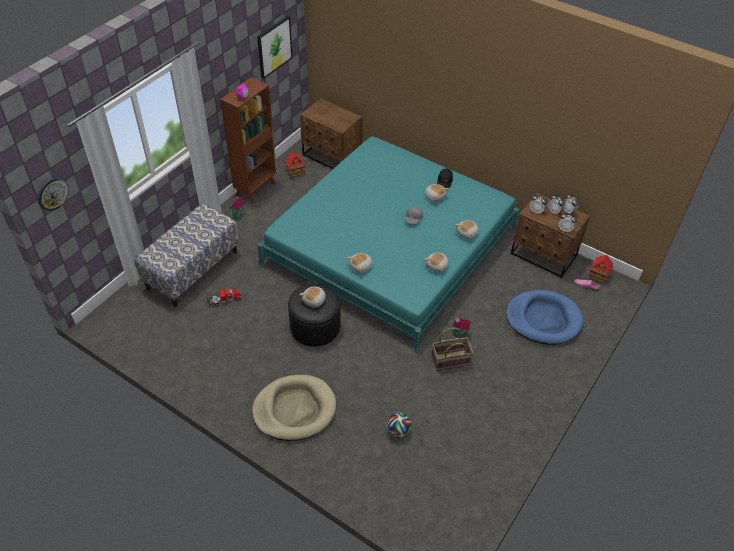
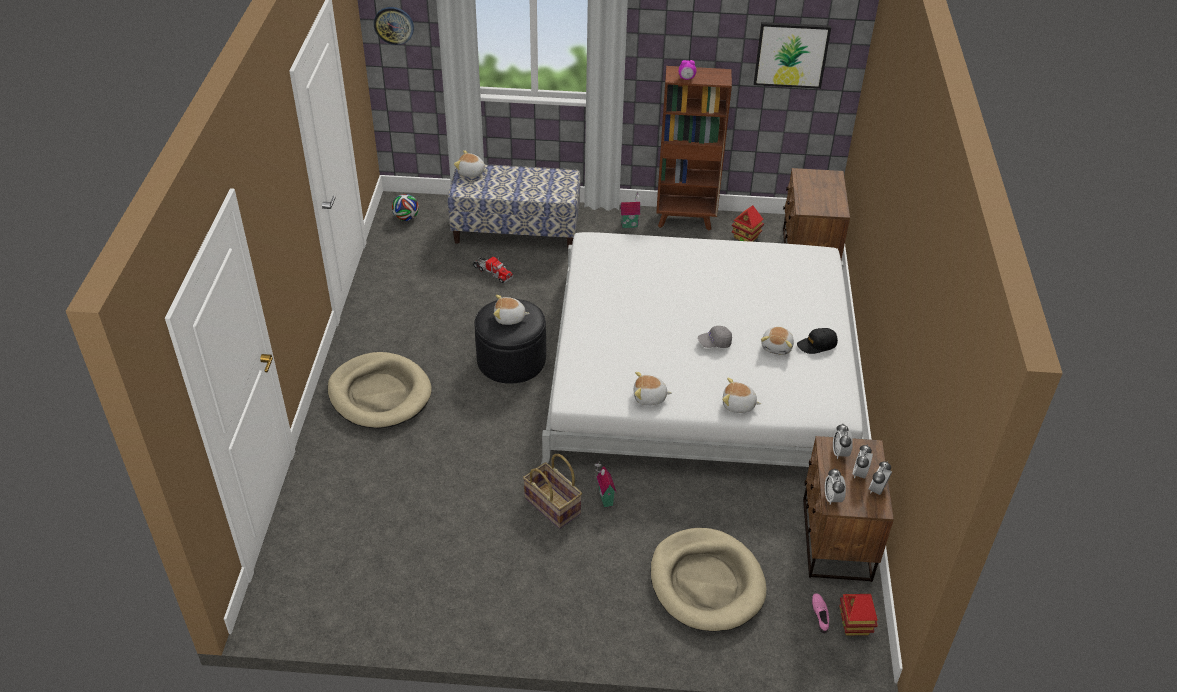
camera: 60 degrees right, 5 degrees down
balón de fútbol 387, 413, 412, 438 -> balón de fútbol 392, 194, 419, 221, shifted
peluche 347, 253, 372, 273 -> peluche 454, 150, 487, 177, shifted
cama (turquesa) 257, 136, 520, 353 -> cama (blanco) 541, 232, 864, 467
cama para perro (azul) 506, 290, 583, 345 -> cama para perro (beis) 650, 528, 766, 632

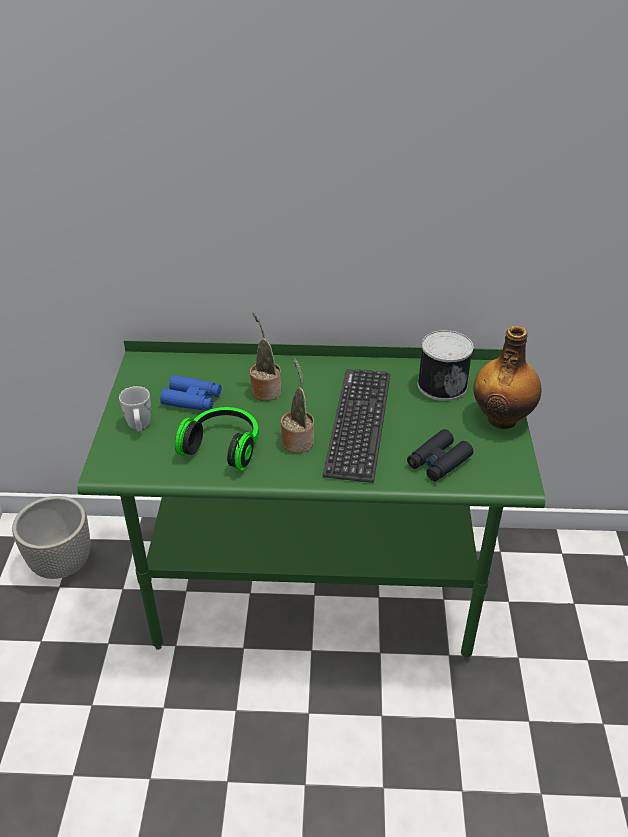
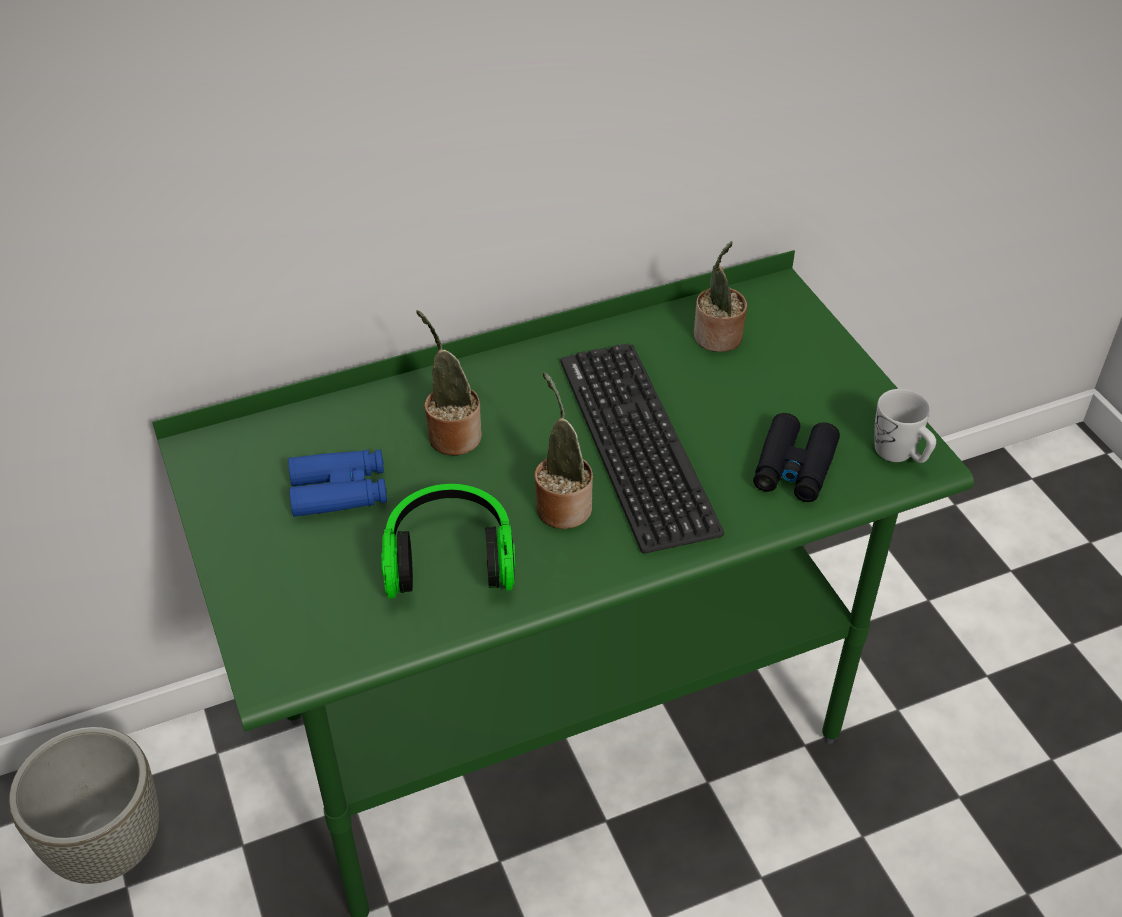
camera: 25 degrees left, 5 degrees up
lata 418, 330, 473, 401 -> planta en maceta 694, 241, 747, 352
taza grande (blanco) 119, 386, 151, 431 -> taza grande (blanco) 874, 389, 936, 463, shifted
botella 474, 326, 542, 429 -> none

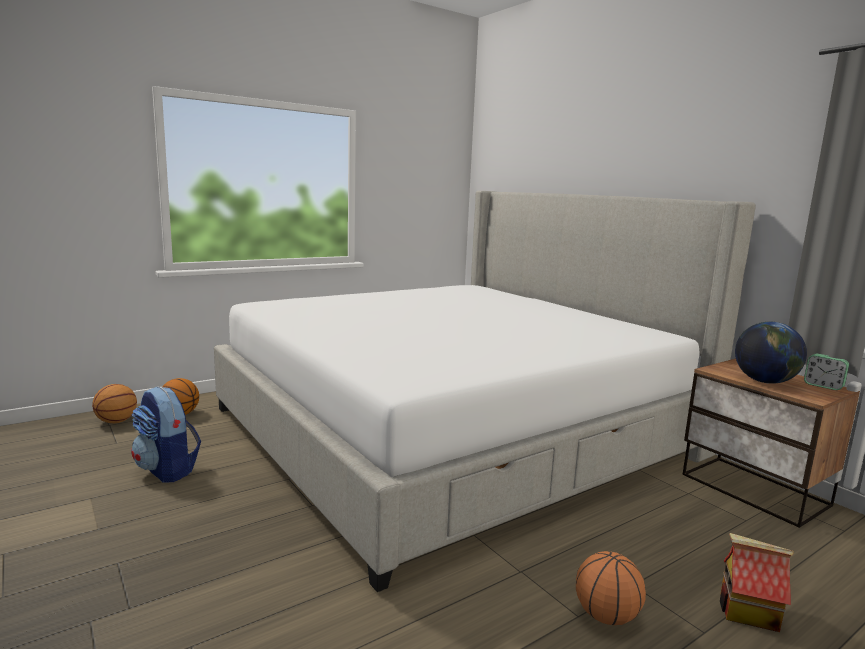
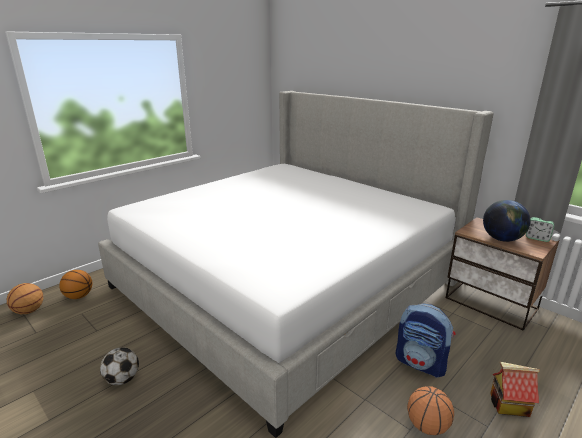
camera: 10 degrees left, 10 degrees up
none -> balón de fútbol 100, 347, 139, 385
mochila 131, 386, 201, 483 -> mochila 395, 304, 455, 377, shifted

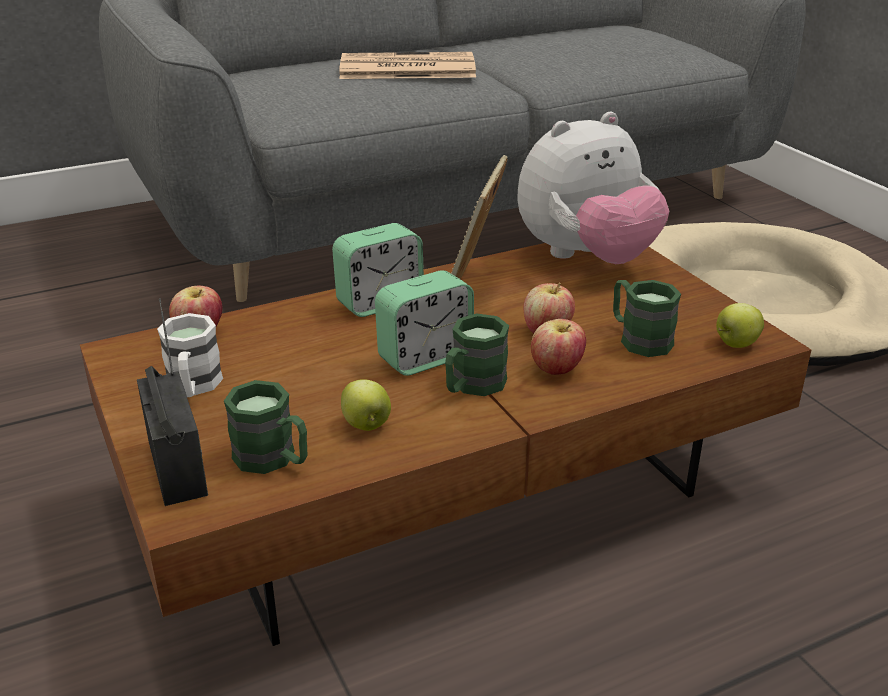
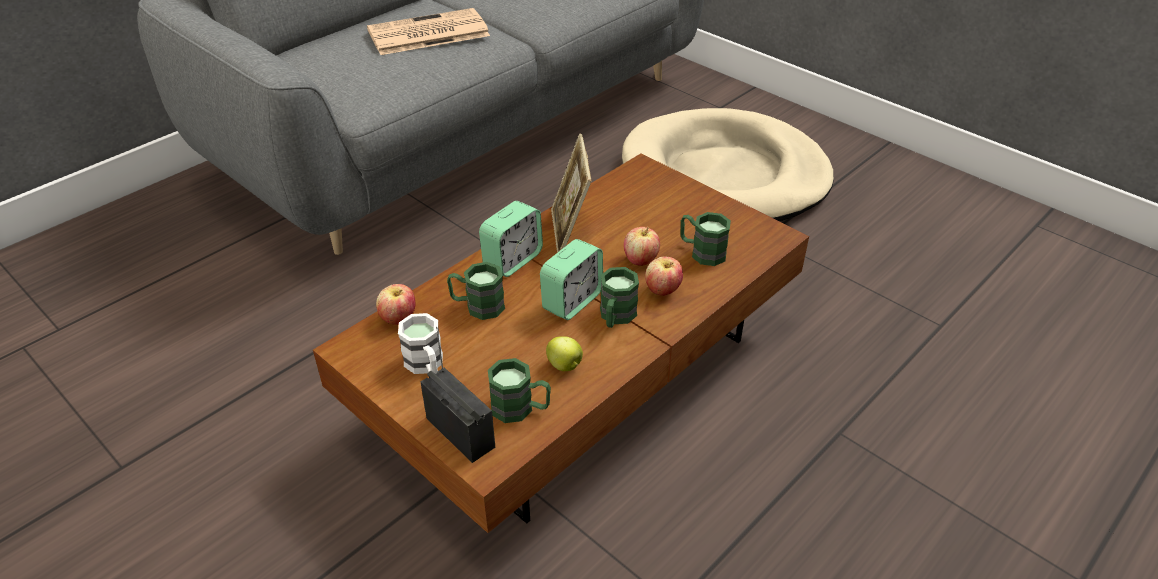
camera: 20 degrees left, 10 degrees up
none -> taza grande (verde) 447, 262, 505, 320
peluche 517, 112, 669, 264 -> none
manzana 716, 303, 764, 348 -> none

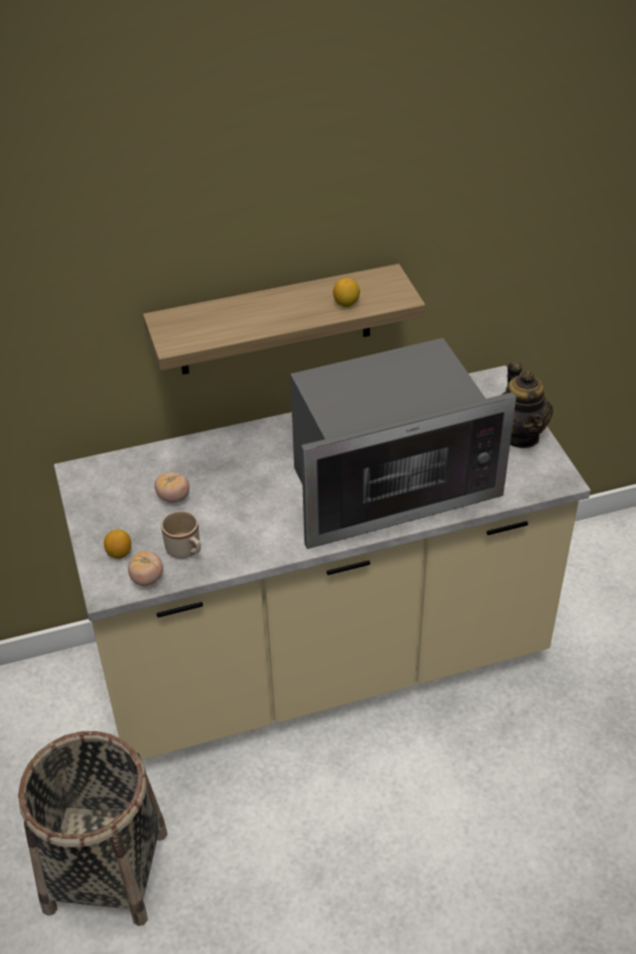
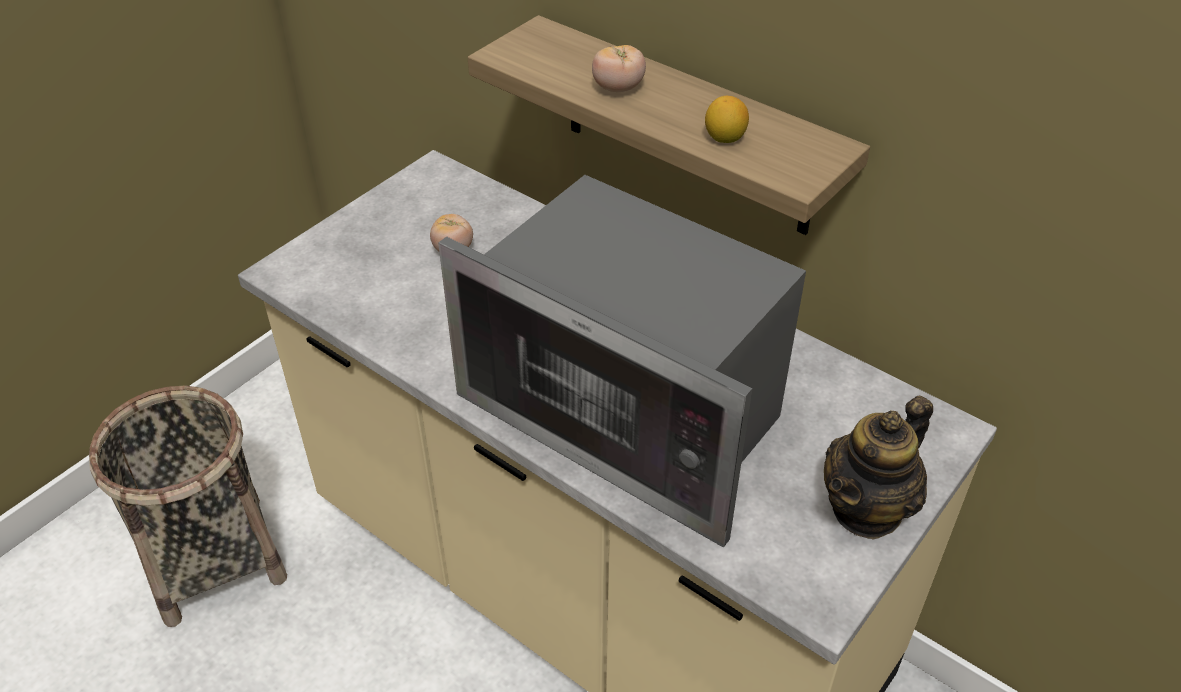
camera: 55 degrees right, 0 degrees up
tomate 128, 551, 163, 586 -> tomate 592, 45, 646, 92, shifted
limón 104, 529, 131, 559 -> none
taza grande (beis) 161, 511, 201, 559 -> none

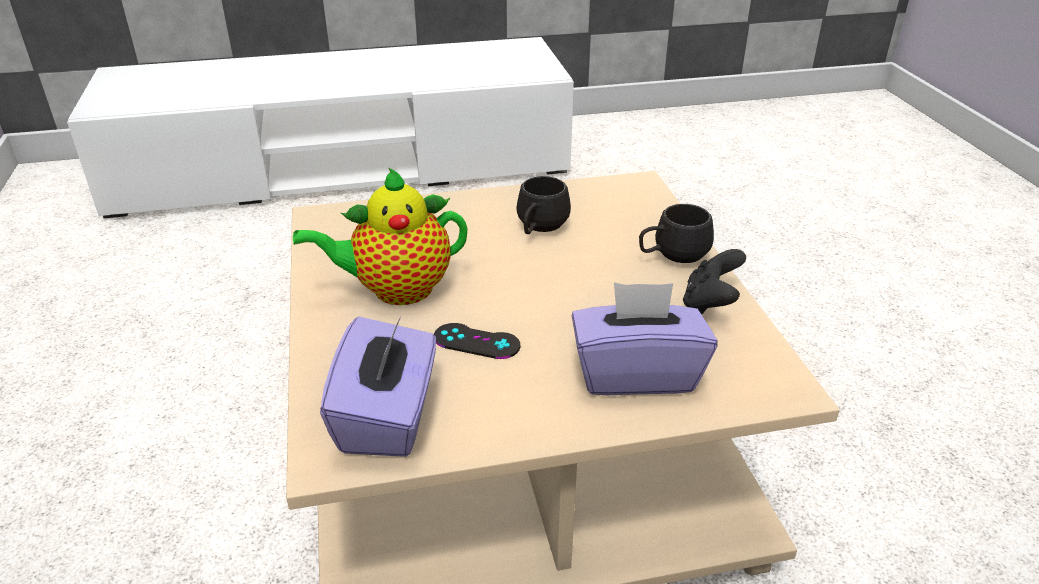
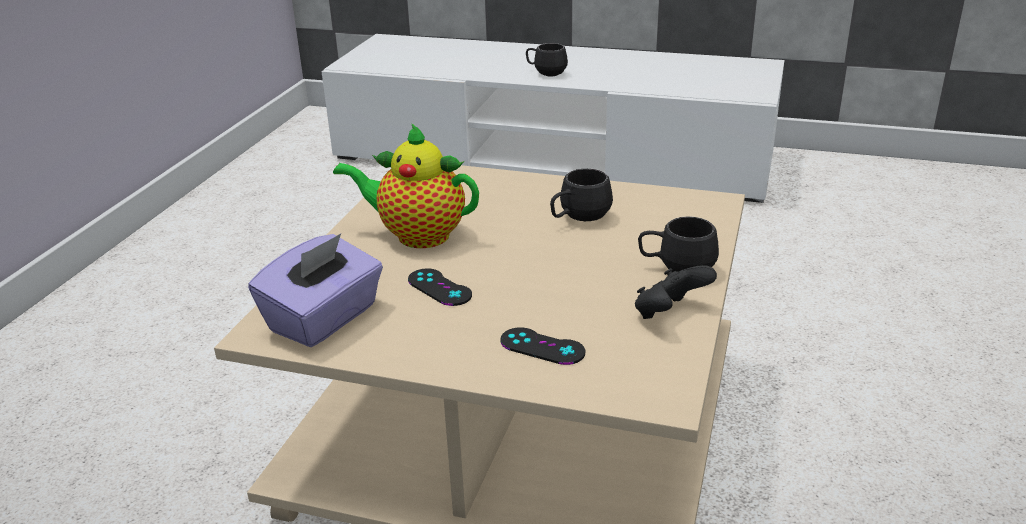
camera: 30 degrees right, 5 degrees down
caja de pañuelos (morado) 572, 282, 717, 395 -> mando de consola (negro) 500, 327, 585, 365
none -> taza grande (negro) 526, 43, 568, 77

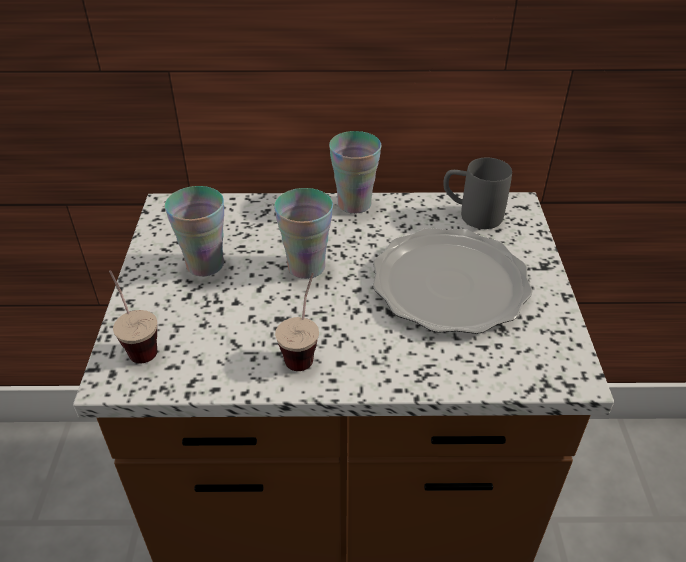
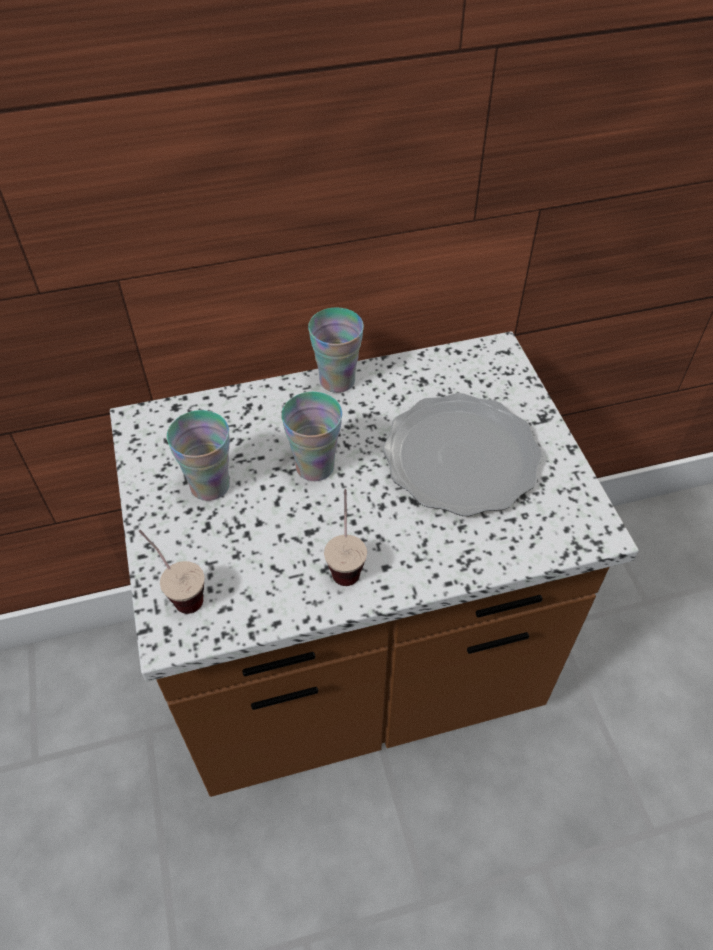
camera: 15 degrees left, 10 degrees up
taza grande (gris) 443, 158, 512, 229 -> none

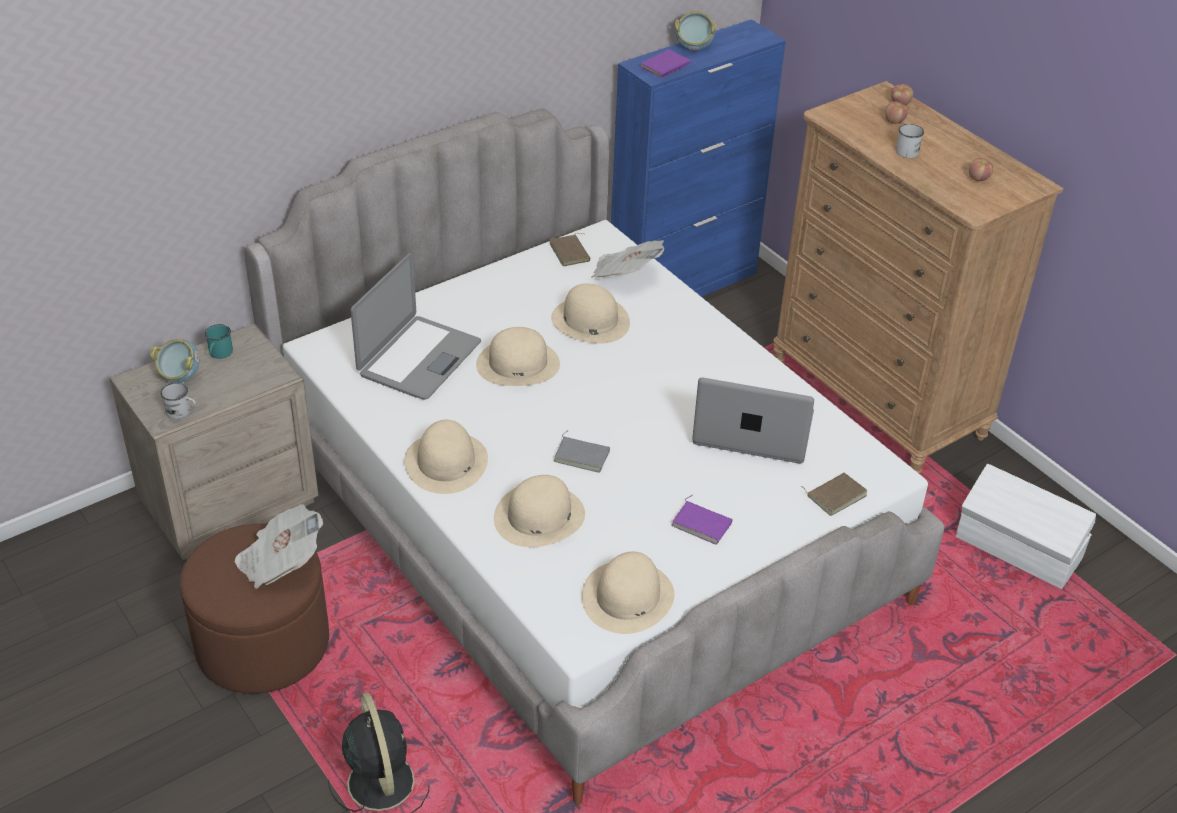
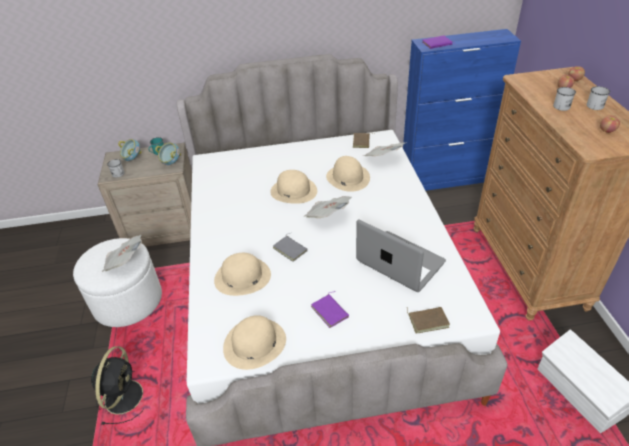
camera: 30 degrees right, 0 degrees up
puf (marrón) 180, 524, 329, 694 -> puf (blanco) 73, 238, 162, 327
cuenco 675, 11, 716, 50 -> cuenco 155, 142, 181, 165, shifted
none -> periódico 304, 196, 352, 218
none -> taza grande (blanco) 587, 86, 610, 110
portátil 351, 253, 481, 400 -> none
sombrero (beis) 404, 420, 488, 494 -> none

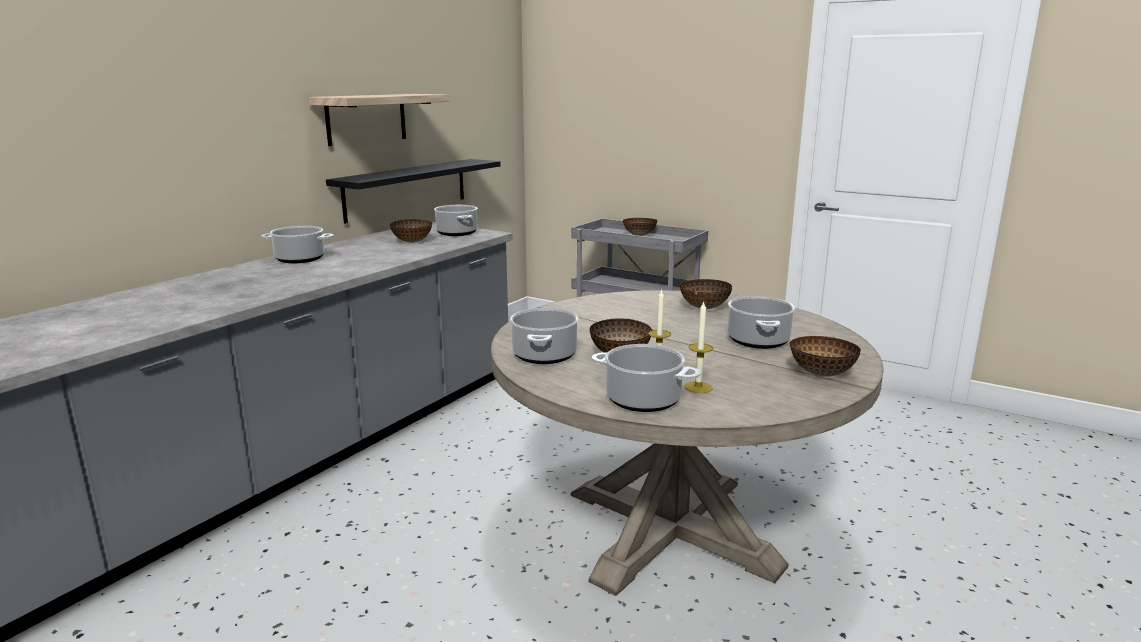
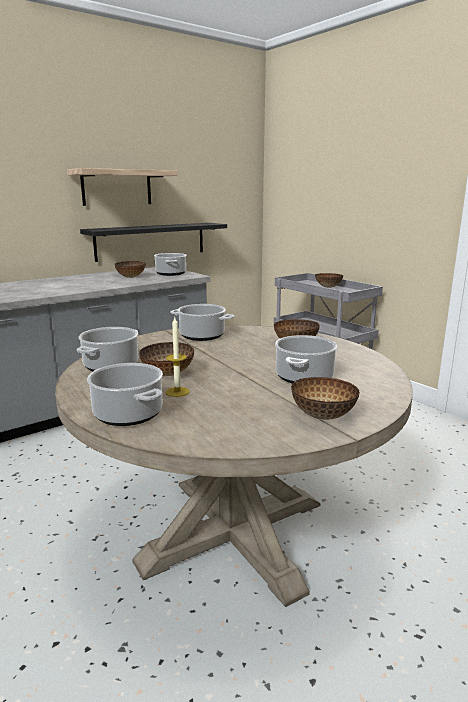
camera: 20 degrees right, 0 degrees up
olla 261, 226, 334, 263 -> olla 170, 304, 234, 341, shifted
vela 684, 301, 713, 393 -> none

